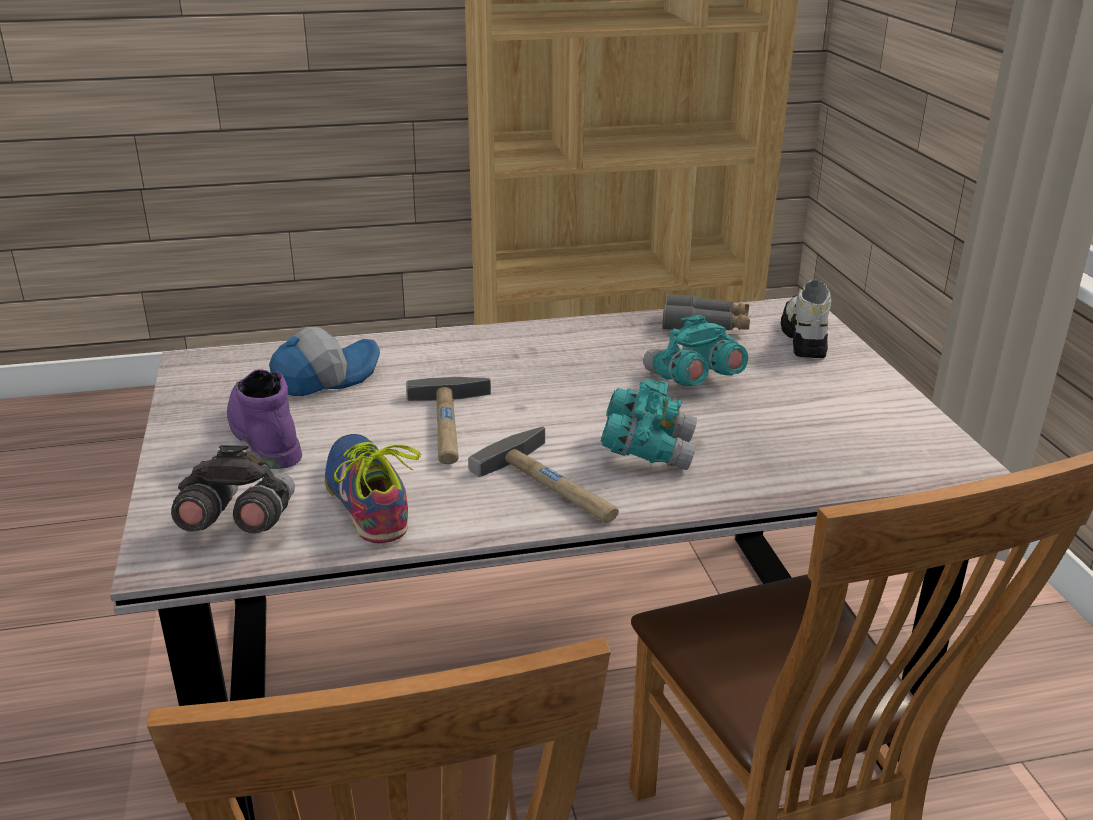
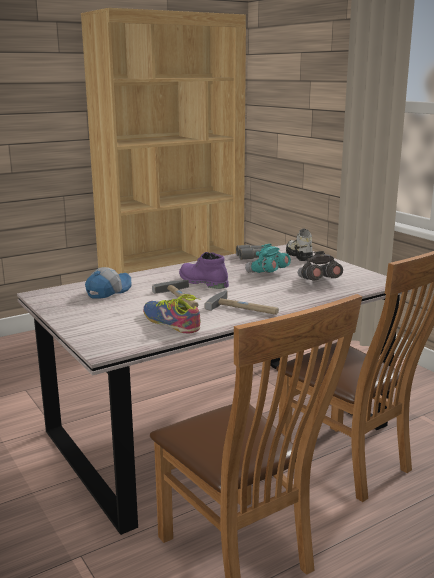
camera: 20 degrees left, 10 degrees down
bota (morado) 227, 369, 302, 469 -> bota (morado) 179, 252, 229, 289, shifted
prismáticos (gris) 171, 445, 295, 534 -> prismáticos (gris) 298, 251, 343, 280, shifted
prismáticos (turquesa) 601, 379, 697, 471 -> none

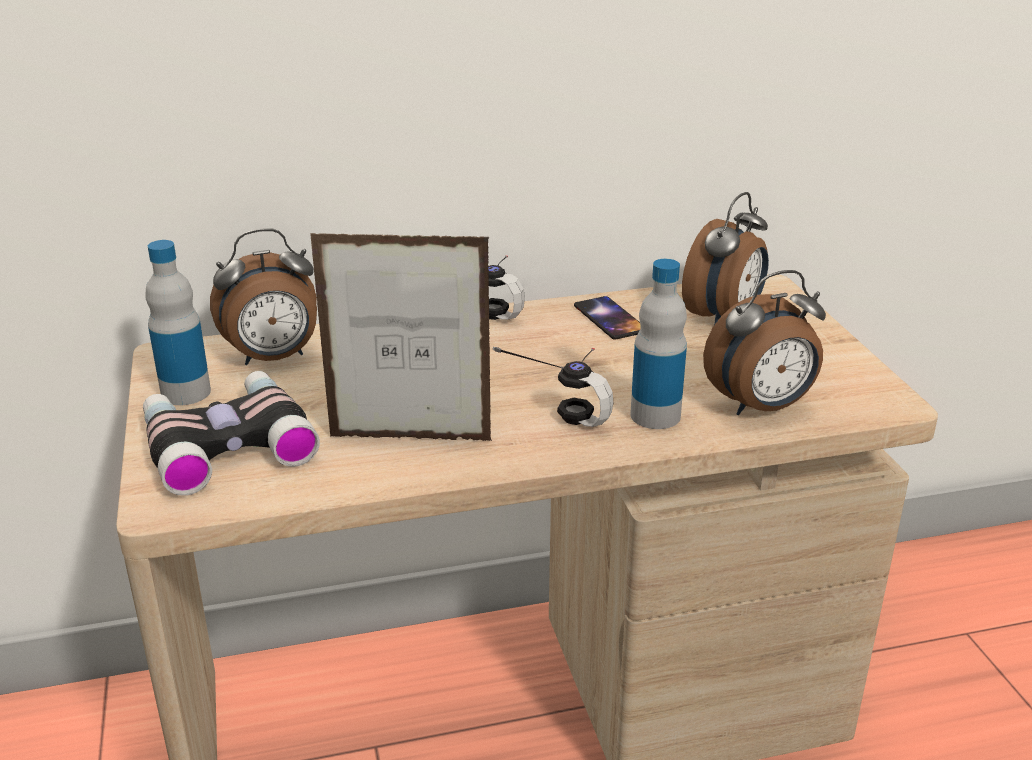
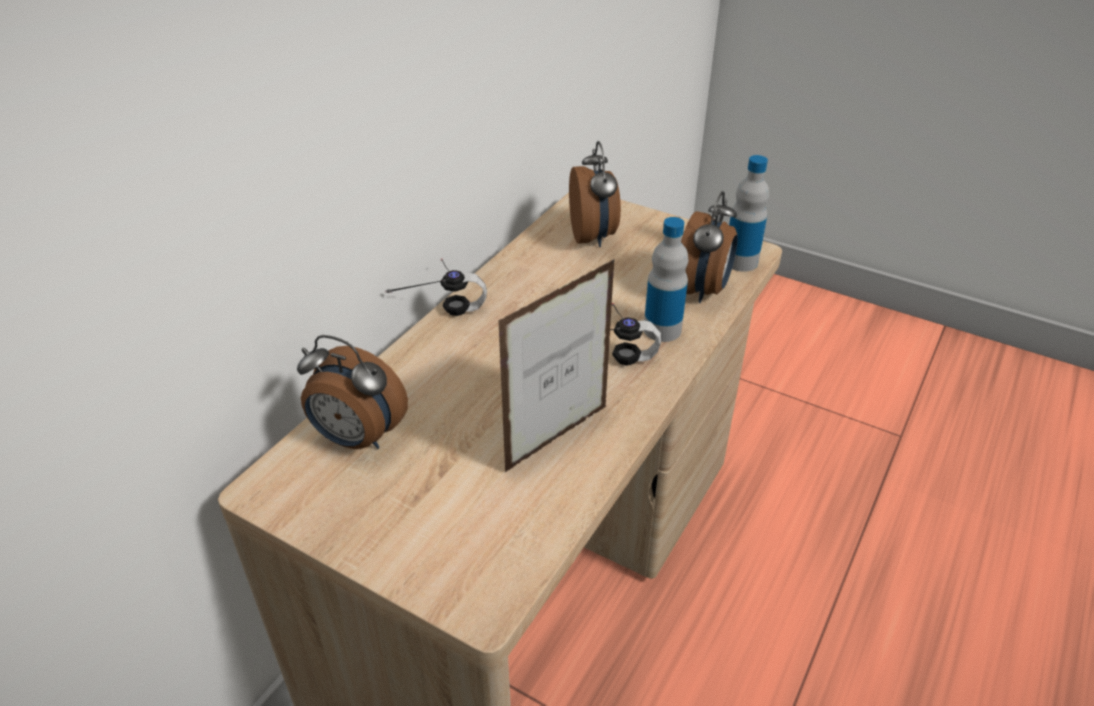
camera: 45 degrees left, 10 degrees up
despertador 210, 228, 317, 365 -> despertador 297, 335, 408, 449, 90 degrees clockwise
botella 145, 240, 211, 405 -> botella 729, 155, 769, 272, shifted
prismáticos 143, 371, 320, 496 -> none
móvil 574, 296, 641, 340 -> none

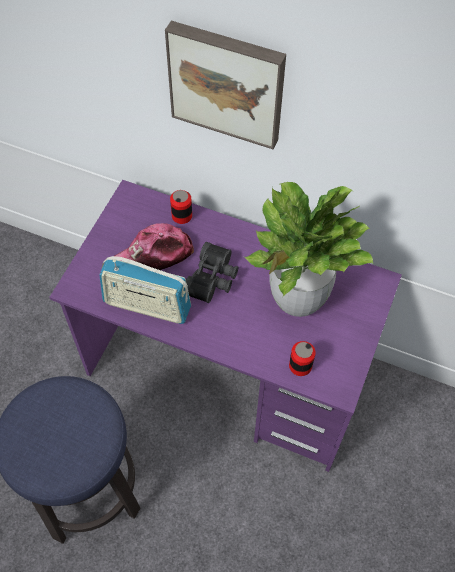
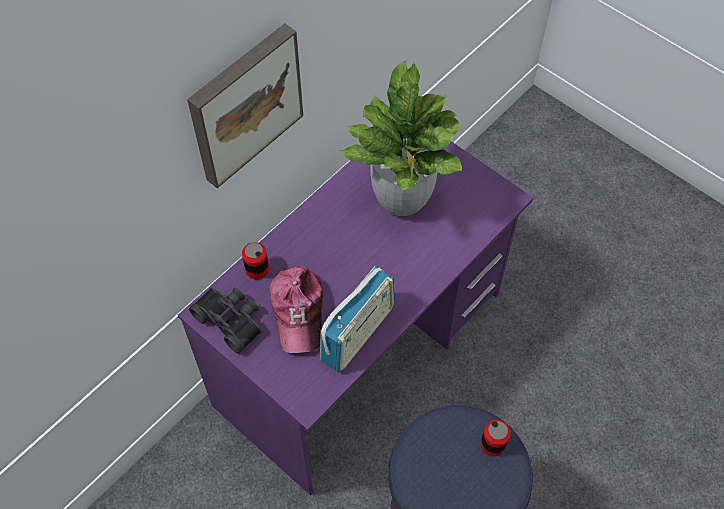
camera: 70 degrees left, 0 degrees up
prismáticos (negro) 186, 242, 238, 303 -> prismáticos (negro) 189, 288, 261, 354, shifted
lata 289, 341, 316, 376 -> lata 481, 420, 511, 457, shifted

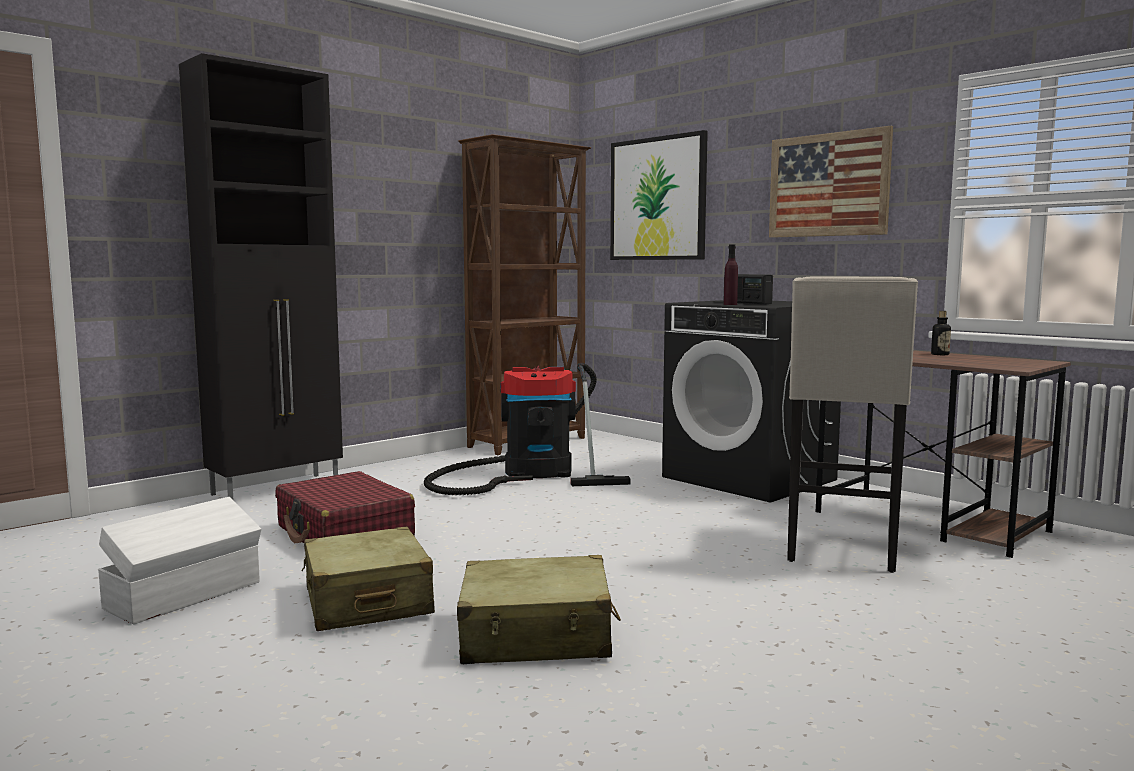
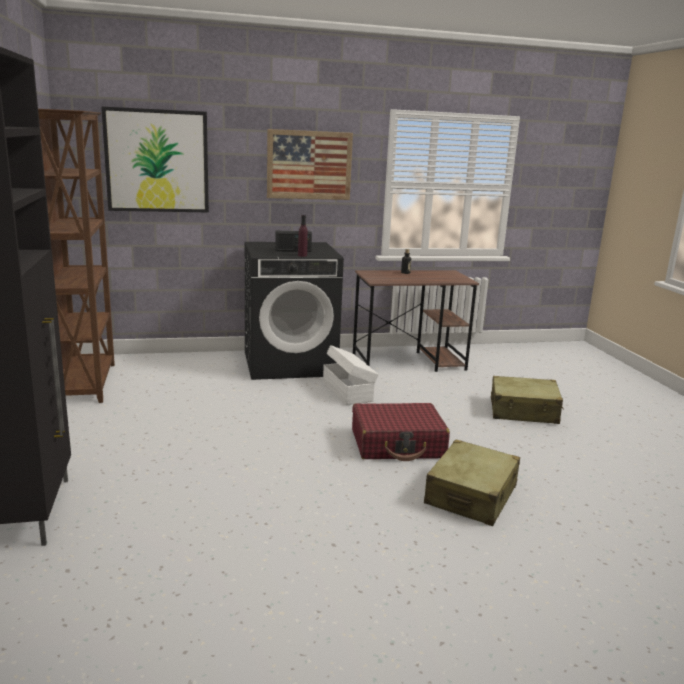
camera: 60 degrees left, 10 degrees up
caja de almacenaje (blanco) 98, 497, 261, 624 -> caja de almacenaje (blanco) 323, 345, 379, 405, shifted
maleta (rojo) 275, 471, 415, 543 -> maleta (rojo) 352, 403, 450, 461, shifted
maleta (beis) 302, 527, 435, 631 -> maleta (beis) 491, 376, 564, 424, shifted
aspiradora 424, 363, 631, 495 -> none
taburete (beis) 787, 276, 918, 573 -> none

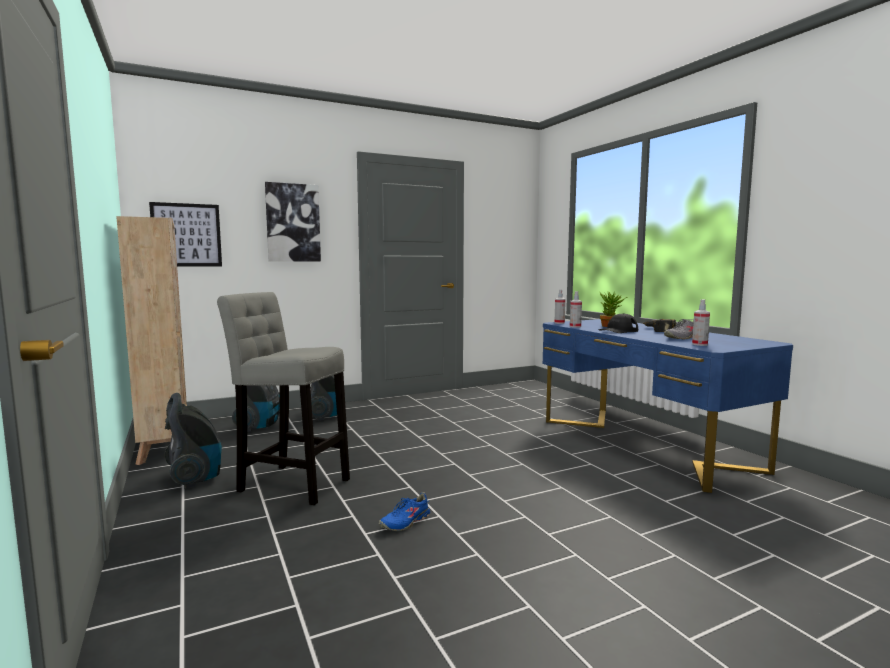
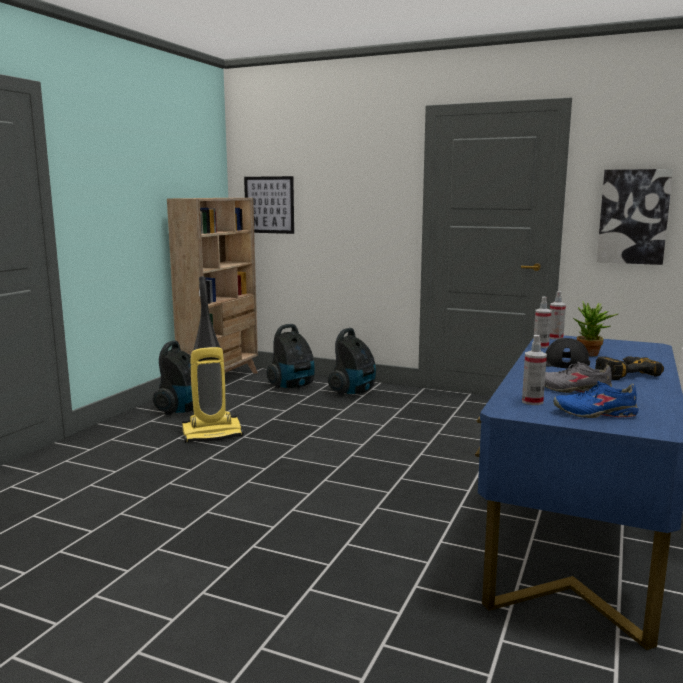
camera: 50 degrees right, 5 degrees up
taburete (gris) 217, 292, 350, 505 -> aspiradora 182, 276, 243, 443
zapato (azul) 379, 492, 430, 531 -> zapato (azul) 553, 381, 639, 418, shifted
cuadro 265, 182, 321, 262 -> cuadro 597, 169, 673, 265, shifted

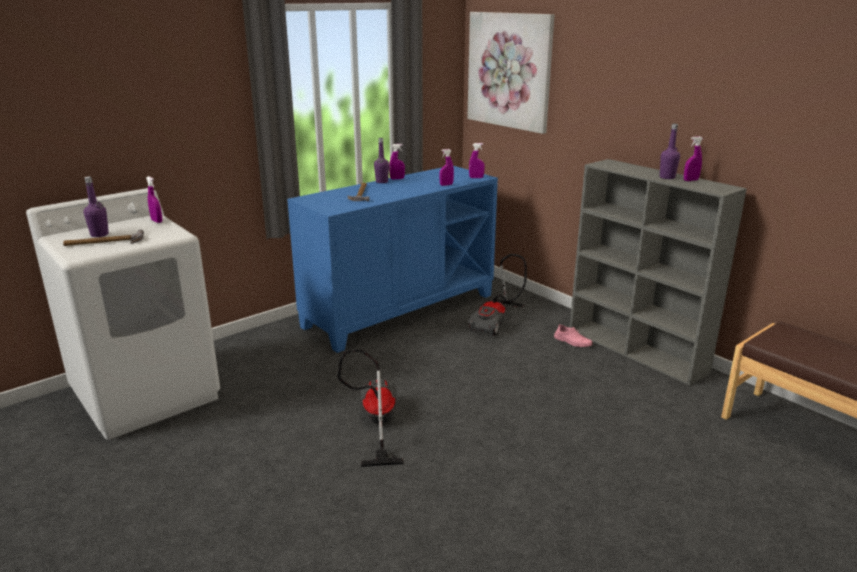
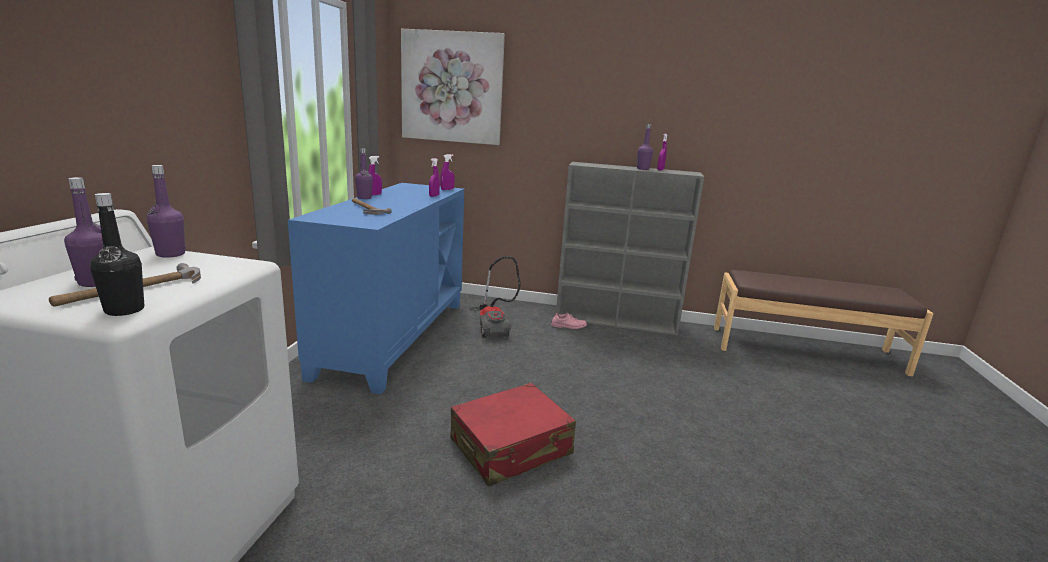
camera: 40 degrees left, 5 degrees down
none -> botella (negro) 90, 193, 144, 316
pulverizador (morado) 146, 176, 162, 223 -> botella (morado) 147, 165, 186, 258
aspiradora 337, 349, 403, 467 -> maleta (rojo) 450, 383, 576, 486

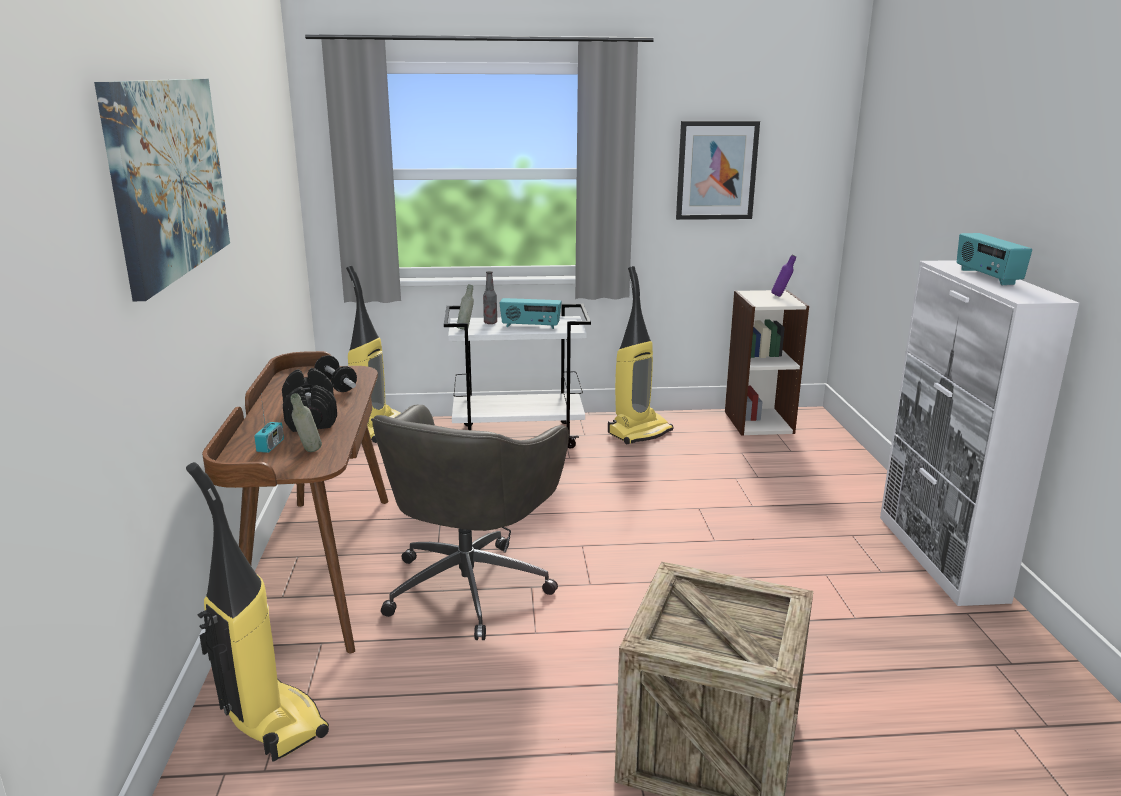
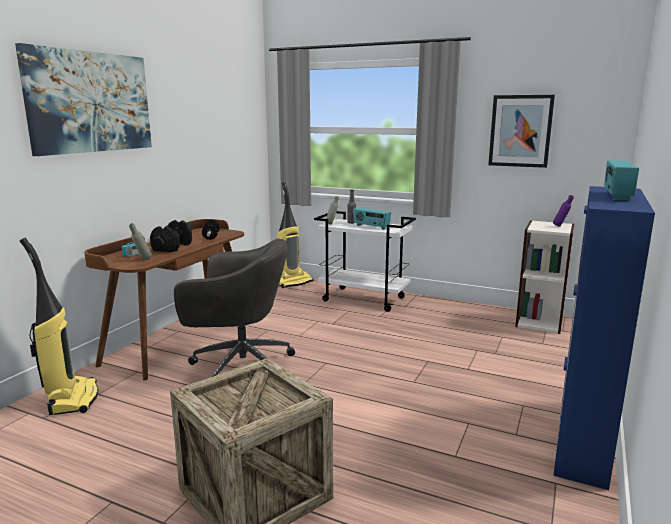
camera: 30 degrees right, 5 degrees down
silla de oficina (gris) 371, 405, 569, 640 -> silla de oficina (gris) 174, 239, 295, 377, 135 degrees counterclockwise
armario (blanco) 880, 260, 1080, 606 -> armario (azul) 553, 186, 655, 490
aspiradora 608, 266, 673, 444 -> none

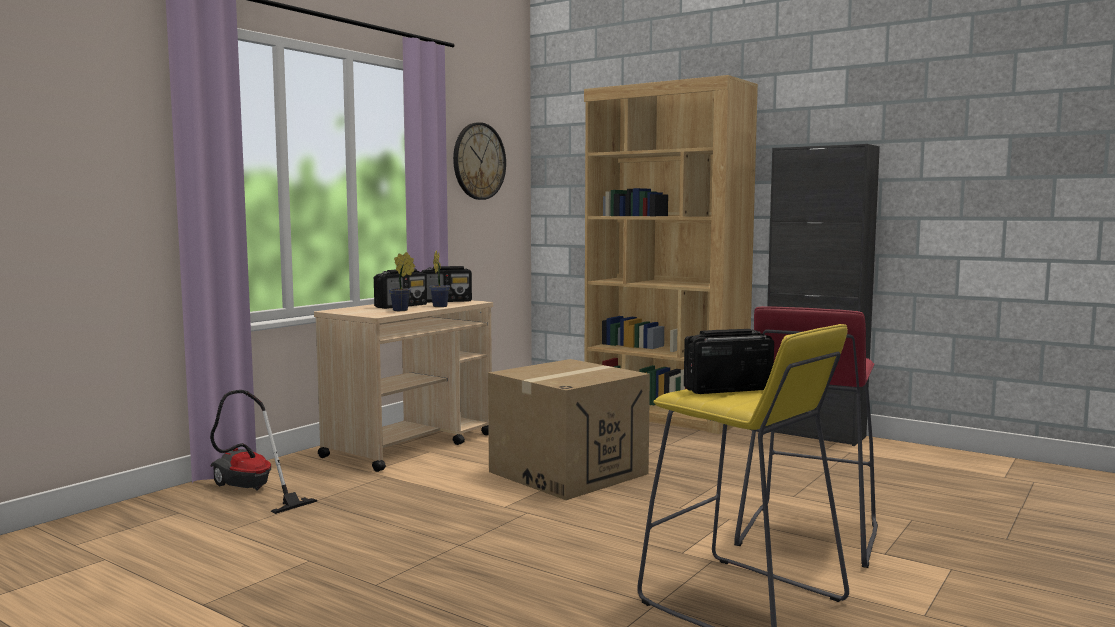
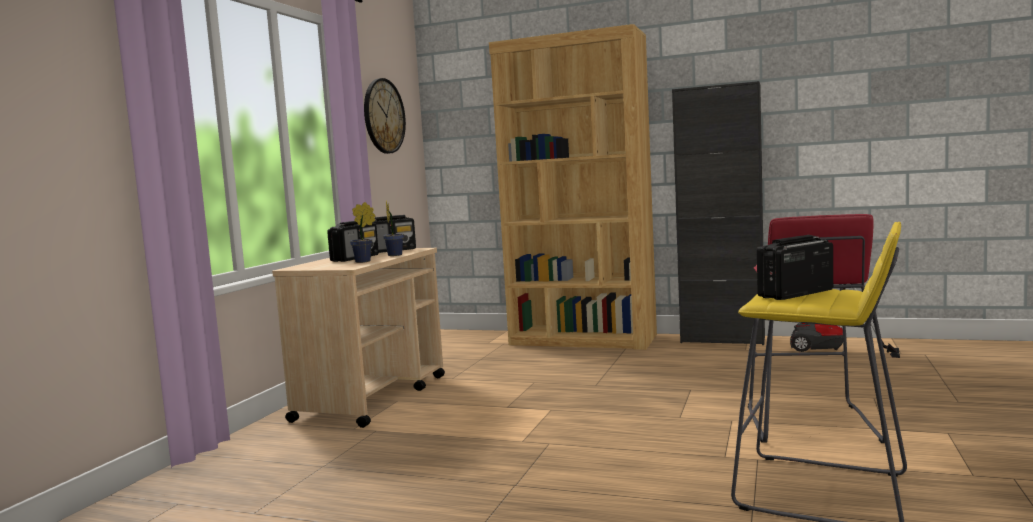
camera: 15 degrees left, 0 degrees up
aspiradora 210, 390, 318, 514 -> aspiradora 790, 288, 900, 358, shifted
caja de cartón 488, 359, 650, 500 -> none

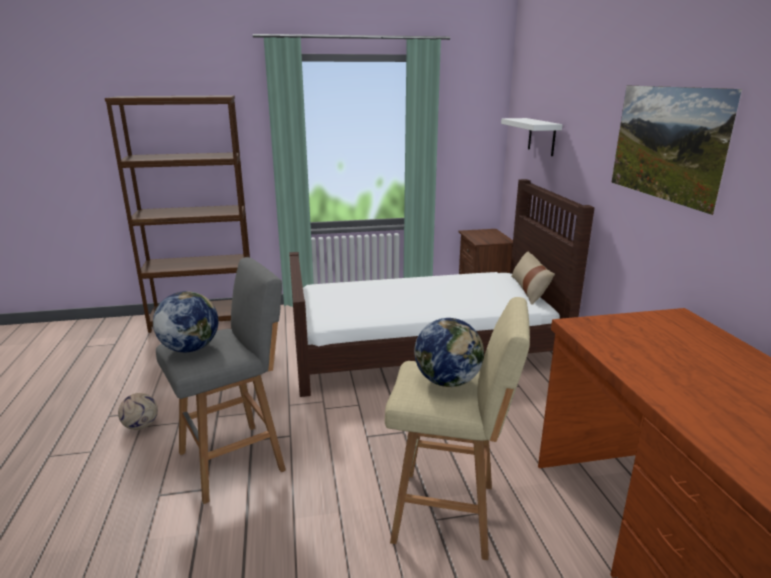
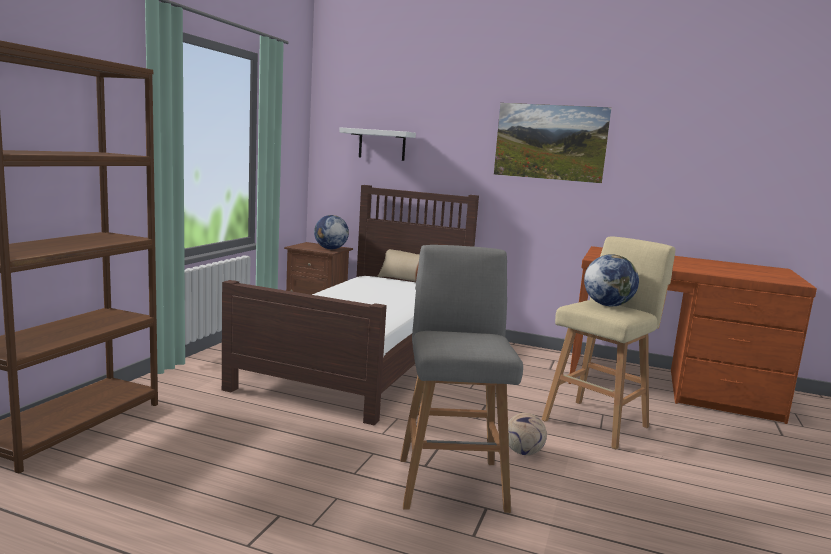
camera: 60 degrees left, 10 degrees down
globo terráqueo 153, 291, 218, 353 -> globo terráqueo 314, 215, 349, 249, shifted
balón de fútbol 118, 393, 158, 430 -> balón de fútbol 508, 413, 547, 455, shifted

